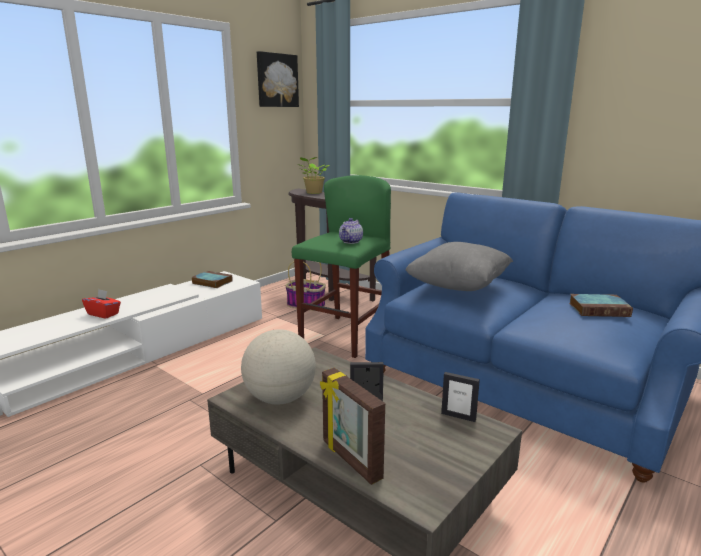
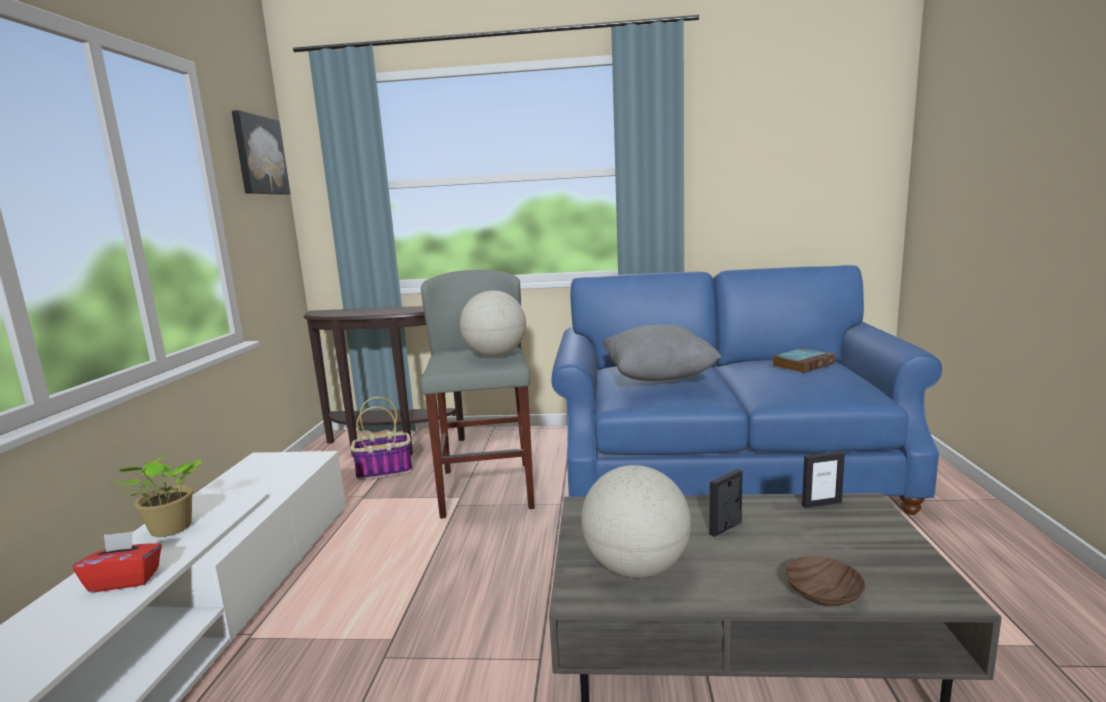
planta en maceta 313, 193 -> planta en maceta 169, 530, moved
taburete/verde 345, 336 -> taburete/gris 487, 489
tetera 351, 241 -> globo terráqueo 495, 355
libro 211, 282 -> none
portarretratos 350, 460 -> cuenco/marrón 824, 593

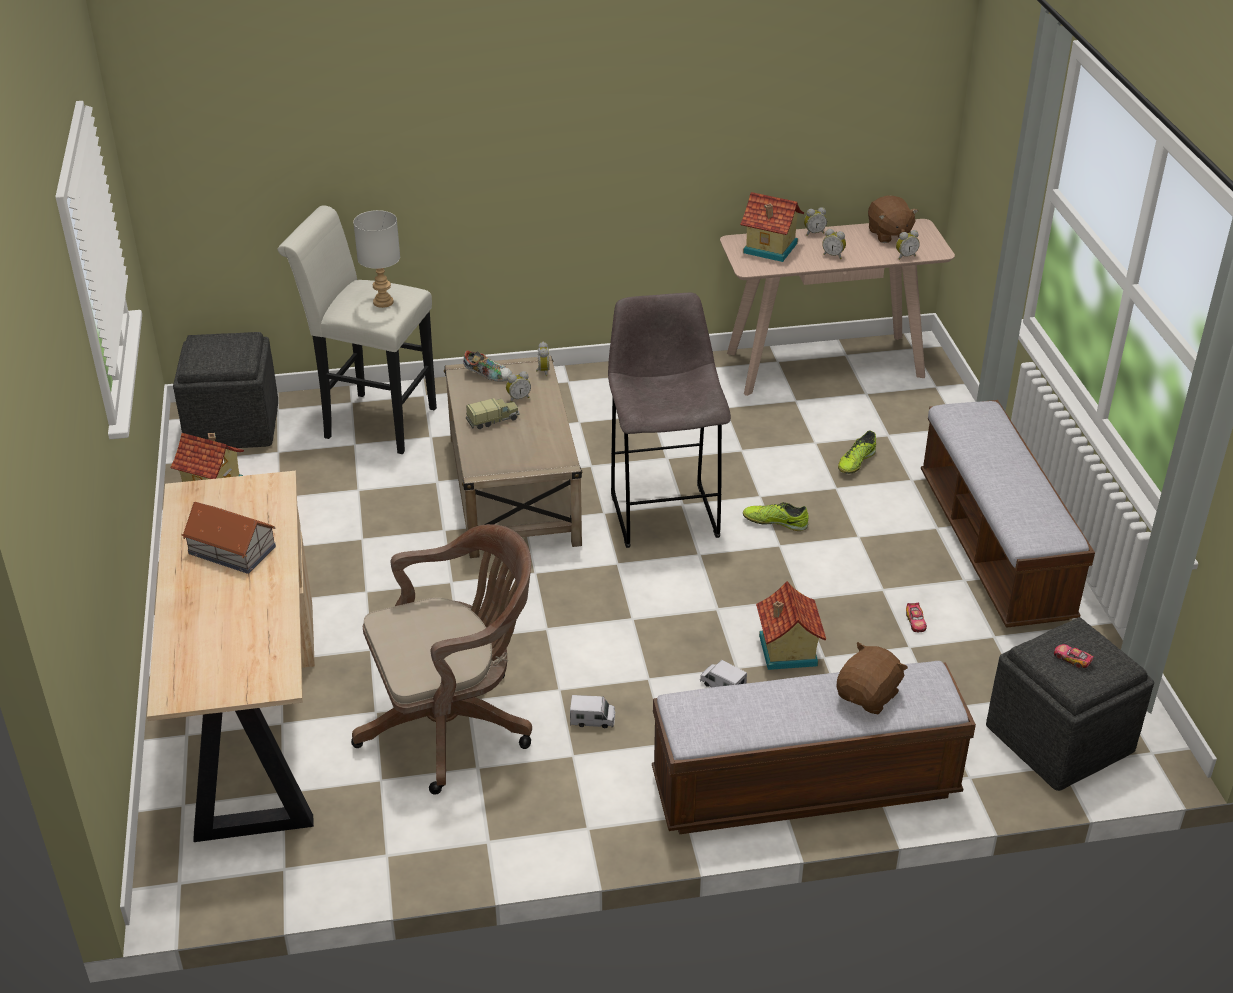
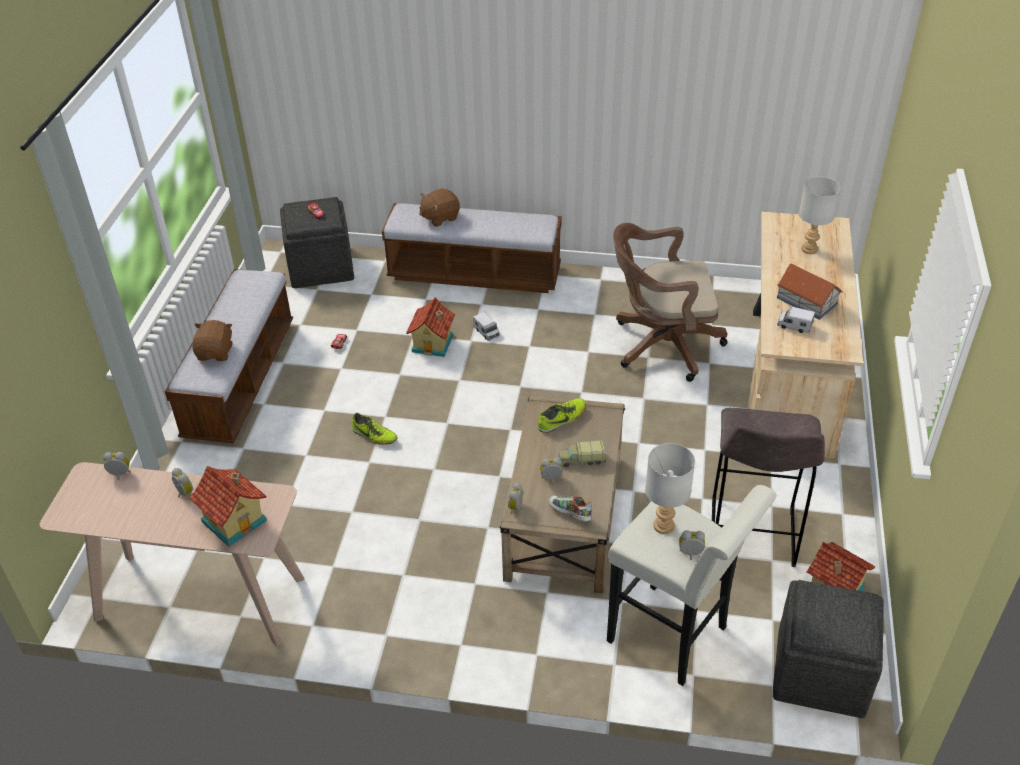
peluche/marrón 889, 234 -> peluche/marrón 216, 353, moved
despertador 814, 233 -> despertador 690, 554, moved
taburete/gris 664, 513 -> taburete/gris 752, 535, moved
zapato 856, 462 -> zapato 562, 419, moved
camión de juguete 592, 720 -> camión de juguete 794, 326, moved
none -> lámpara de mesa/gris 809, 249

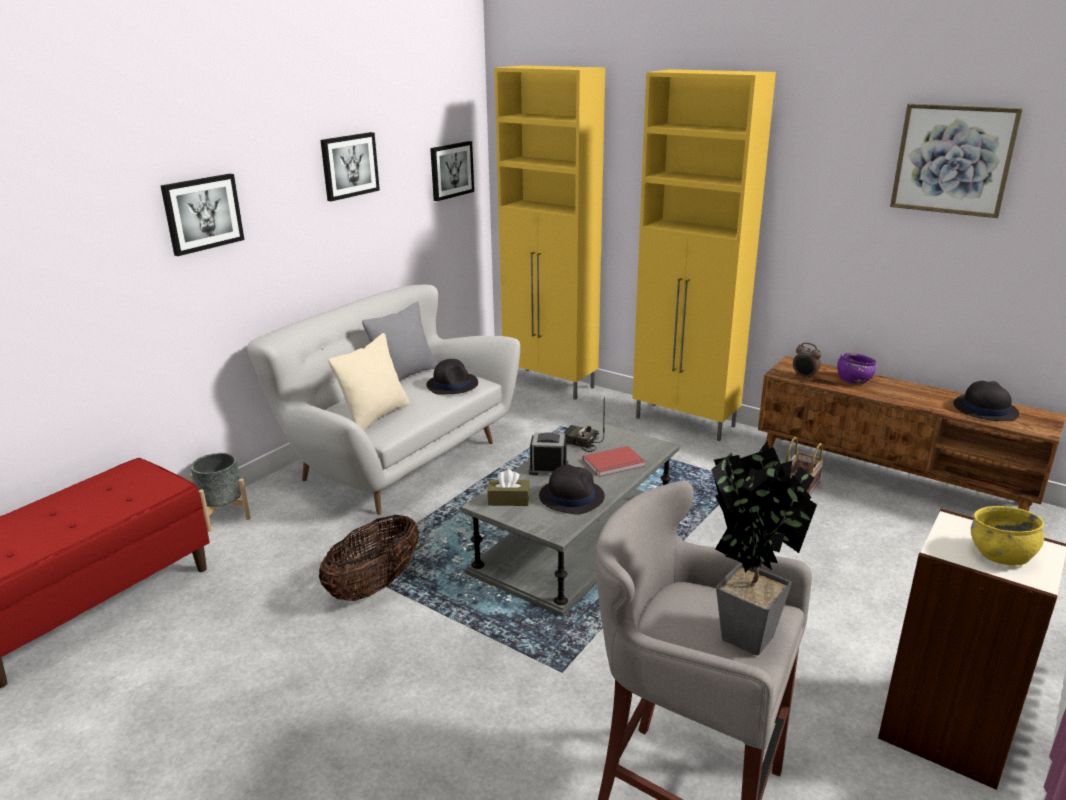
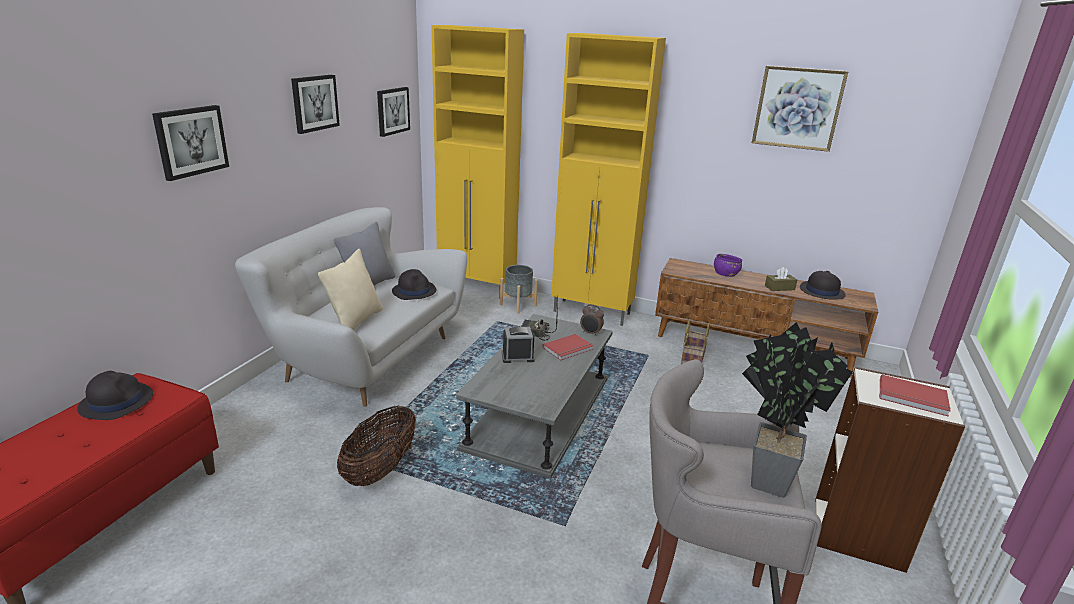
despertador 804, 376 -> despertador 590, 333, moved
maceta/gris 223, 516 -> maceta/gris 518, 305, moved
sombrero/negro 571, 496 -> sombrero/negro 116, 401, moved
caja de pañuelos/marrón 508, 500 -> caja de pañuelos/marrón 779, 288, moved
cuenco/amarillo 1001, 555 -> libro/rojo 912, 398

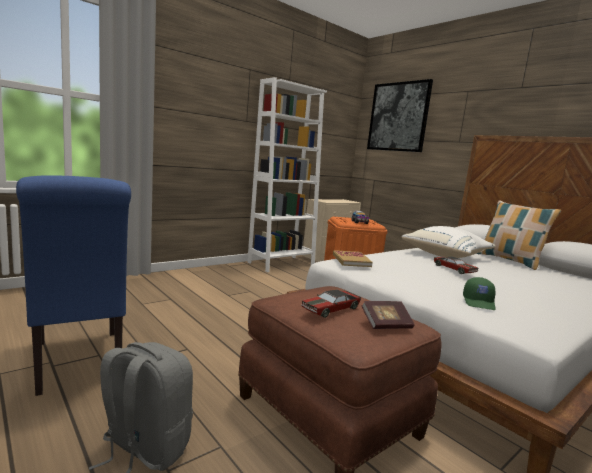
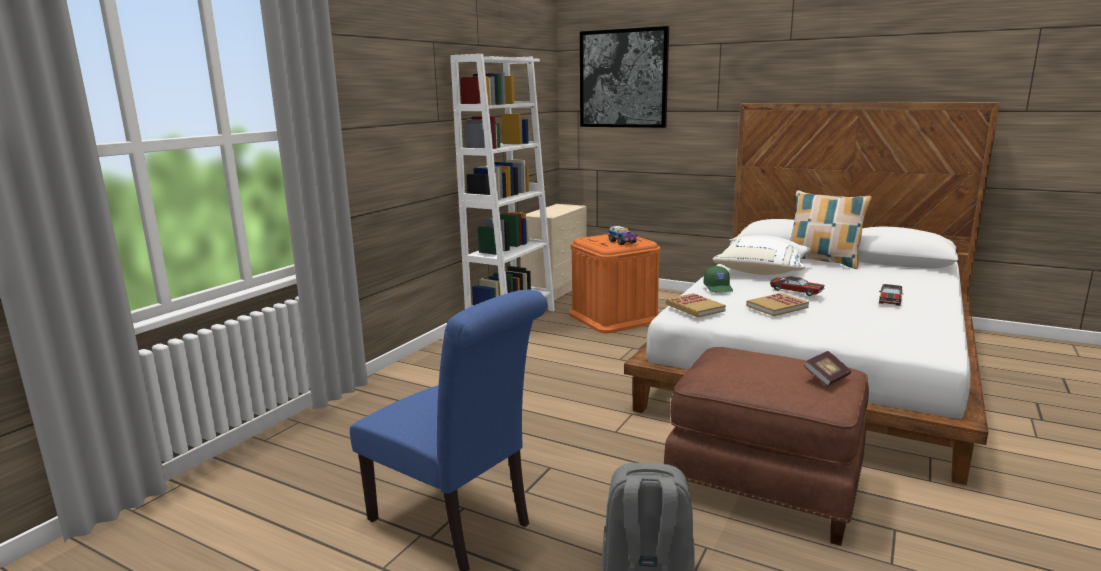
gorra/verde 479, 303 -> gorra/verde 718, 288, moved
coche de juguete 331, 309 -> coche de juguete 890, 300, moved
none -> libro 777, 307

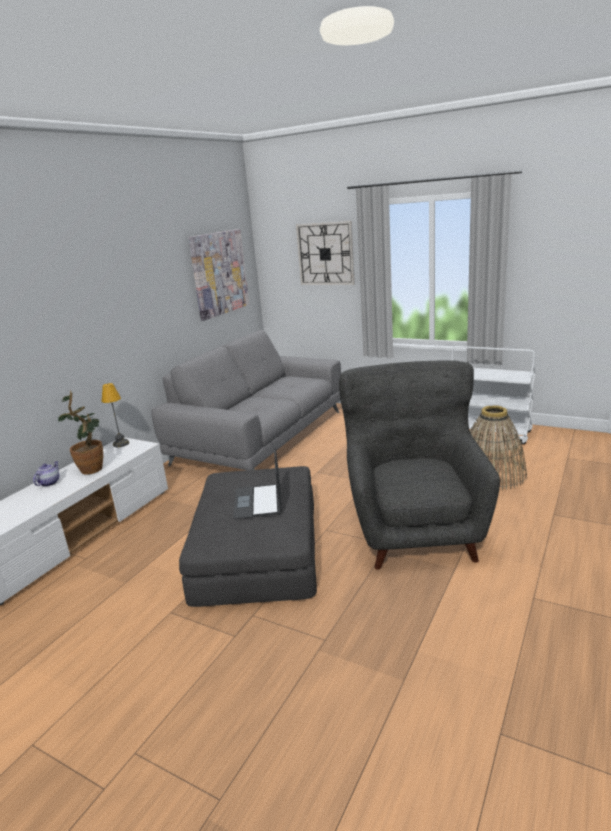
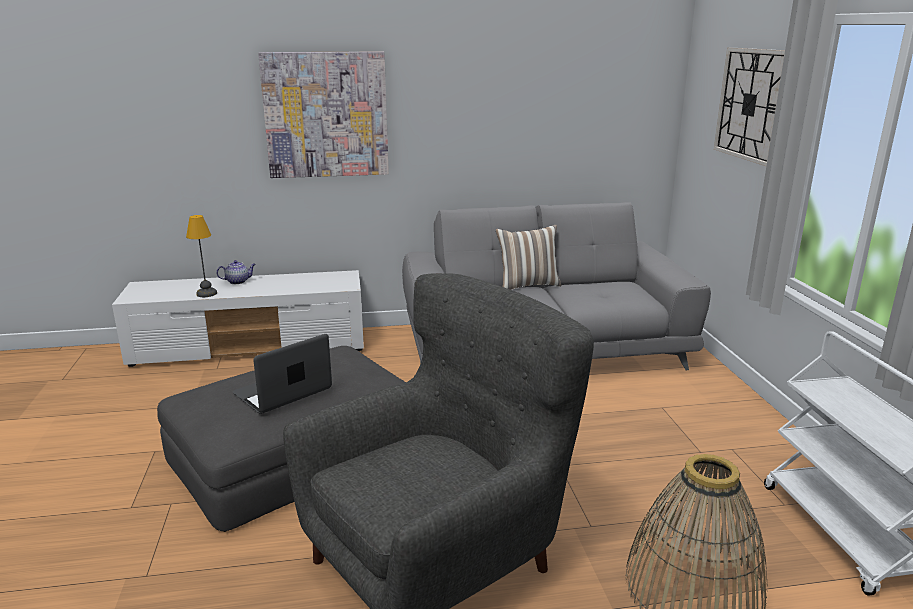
cuadro 219, 273 -> cuadro 326, 115, moved
lámpara de mesa 121, 444 -> lámpara de mesa 206, 294, moved
planta en maceta 94, 467 -> none
none -> cojín 527, 285

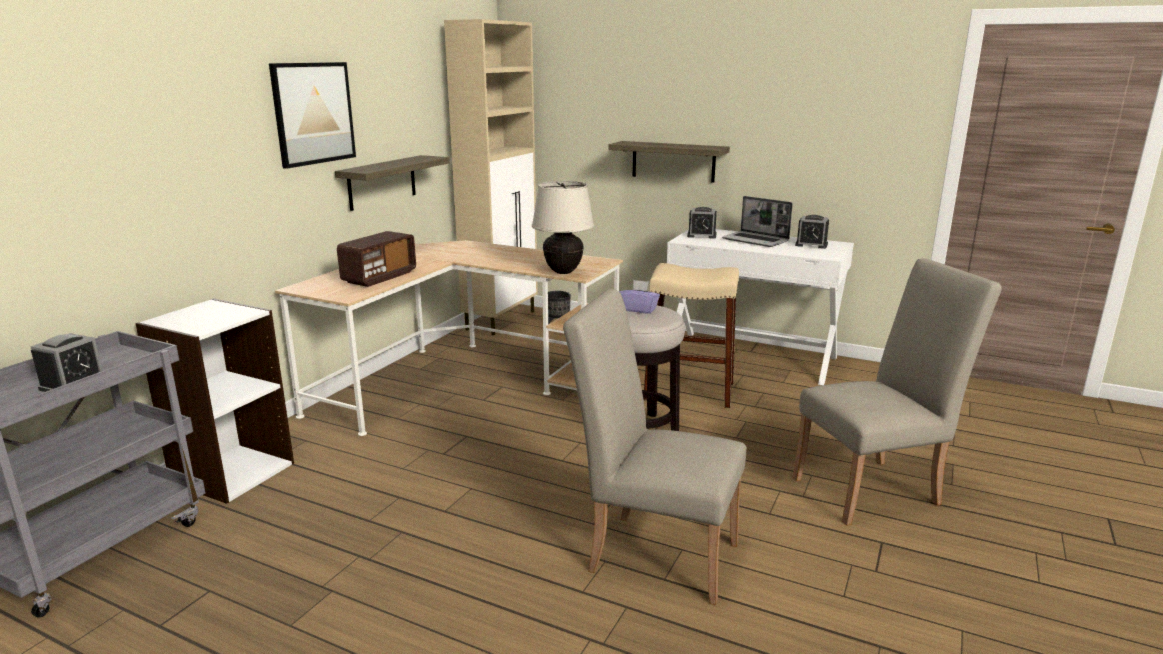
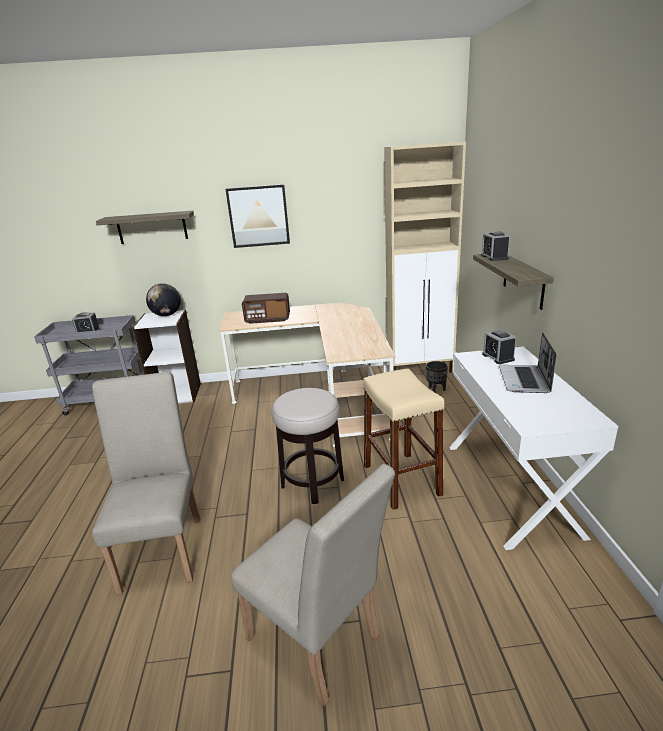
estante 382, 182 -> estante 152, 227, moved
lámpara de mesa/beis 563, 272 -> none
despertador 811, 245 -> despertador 494, 257, moved
caja de pañuelos/morado 638, 309 -> none
none -> globo terráqueo 166, 315

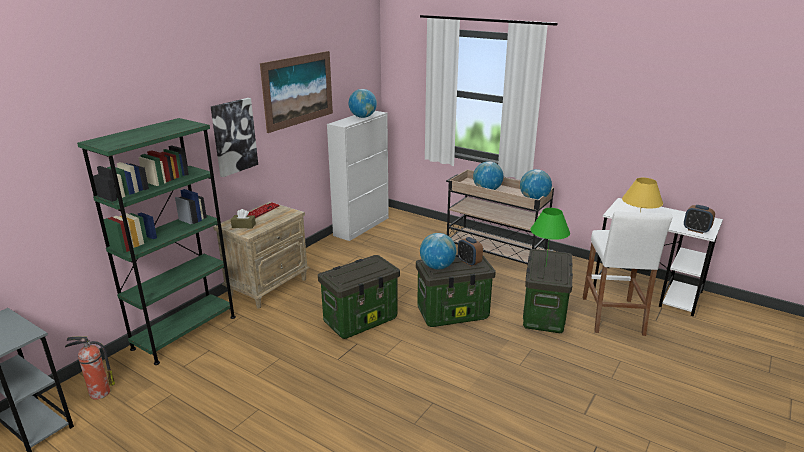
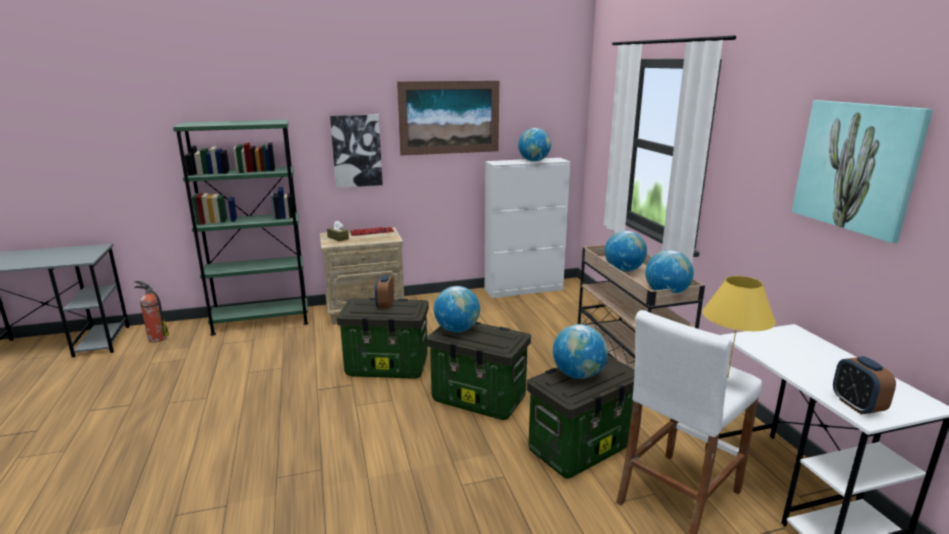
lámpara de mesa/verde 545, 266 -> globo terráqueo 578, 374
despertador 469, 262 -> despertador 385, 305, moved
none -> cuadro 855, 167

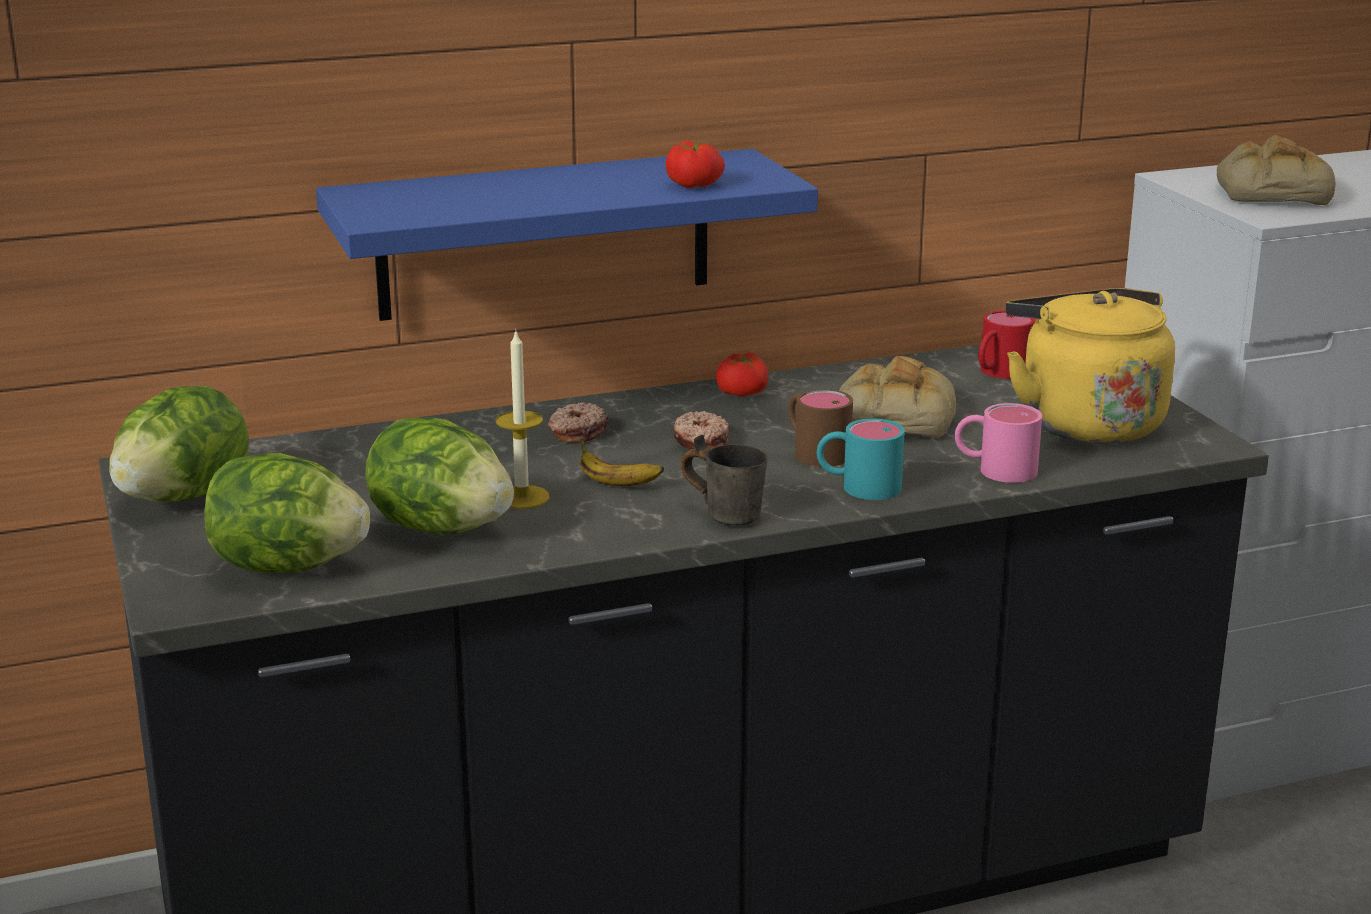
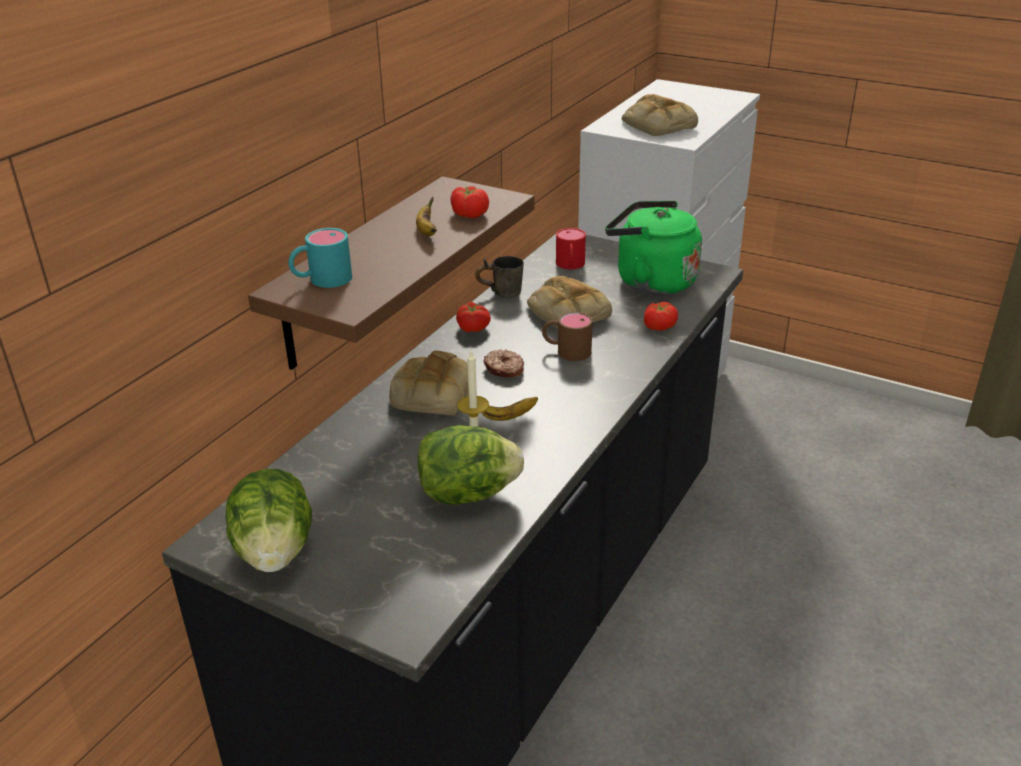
estante/azul 544, 234 -> estante/marrón 360, 272
hervidor/amarillo 1085, 422 -> hervidor/verde 650, 281
rosquilla 577, 432 -> pan 431, 392
taza grande/rosa 994, 469 -> tomate 658, 326
taza grande/turquesa 858, 486 -> taza grande/turquesa 321, 280, moved
taza grande/gris 727, 512 -> taza grande/gris 501, 292, moved
lechuga 287, 567 -> none
none -> plátano 426, 231

